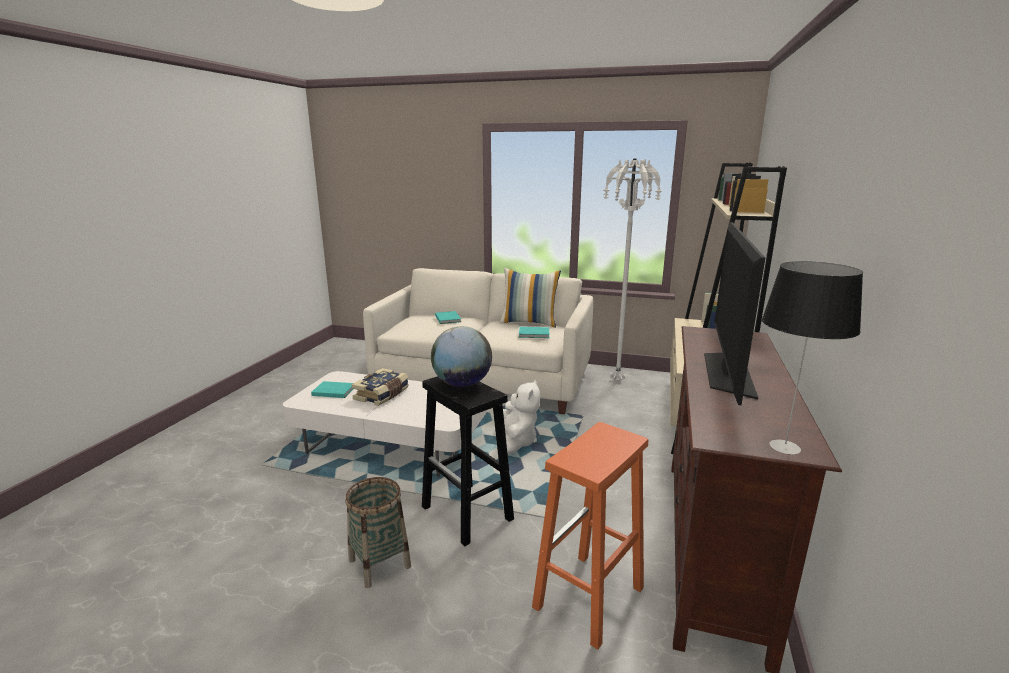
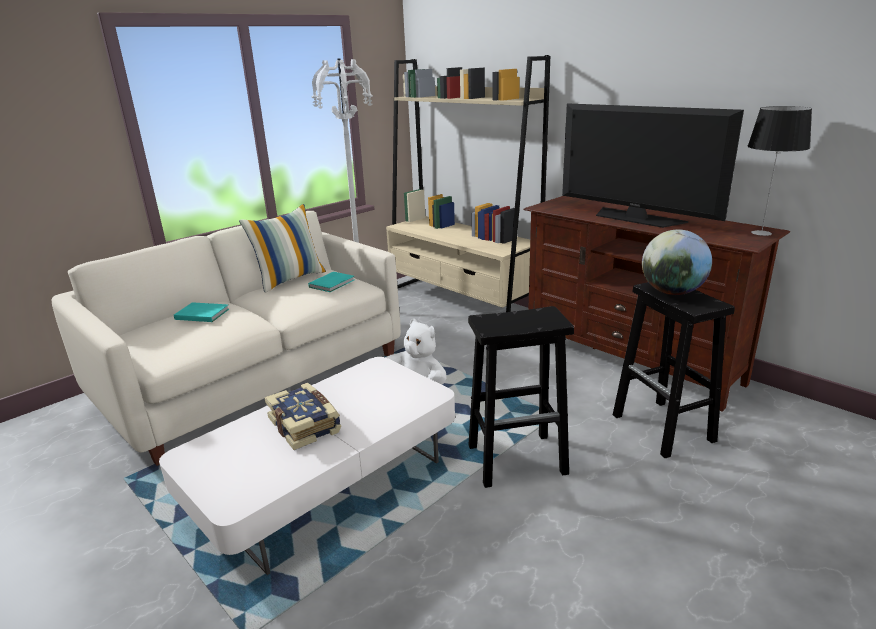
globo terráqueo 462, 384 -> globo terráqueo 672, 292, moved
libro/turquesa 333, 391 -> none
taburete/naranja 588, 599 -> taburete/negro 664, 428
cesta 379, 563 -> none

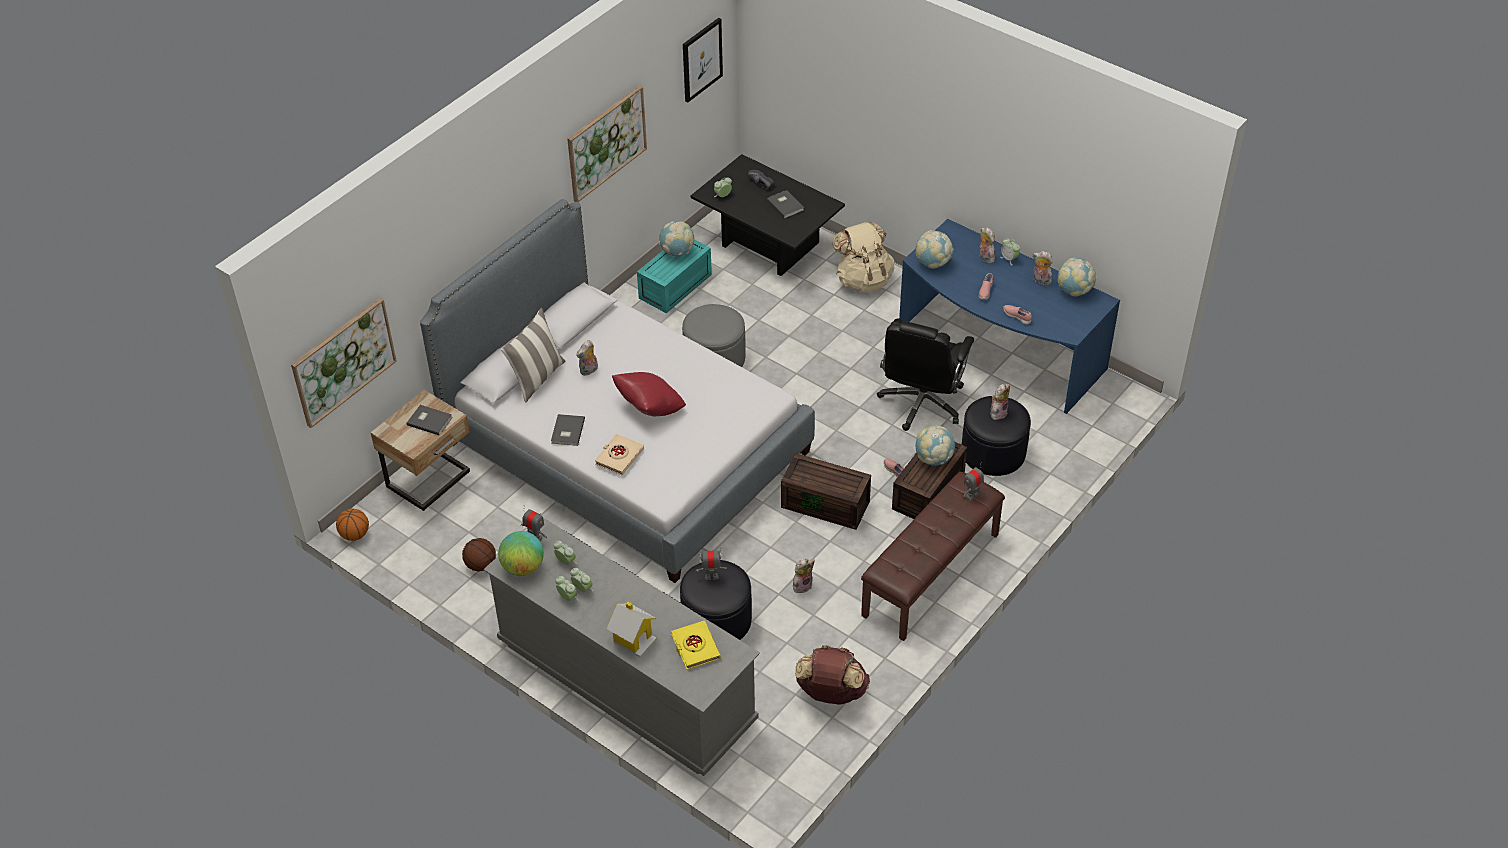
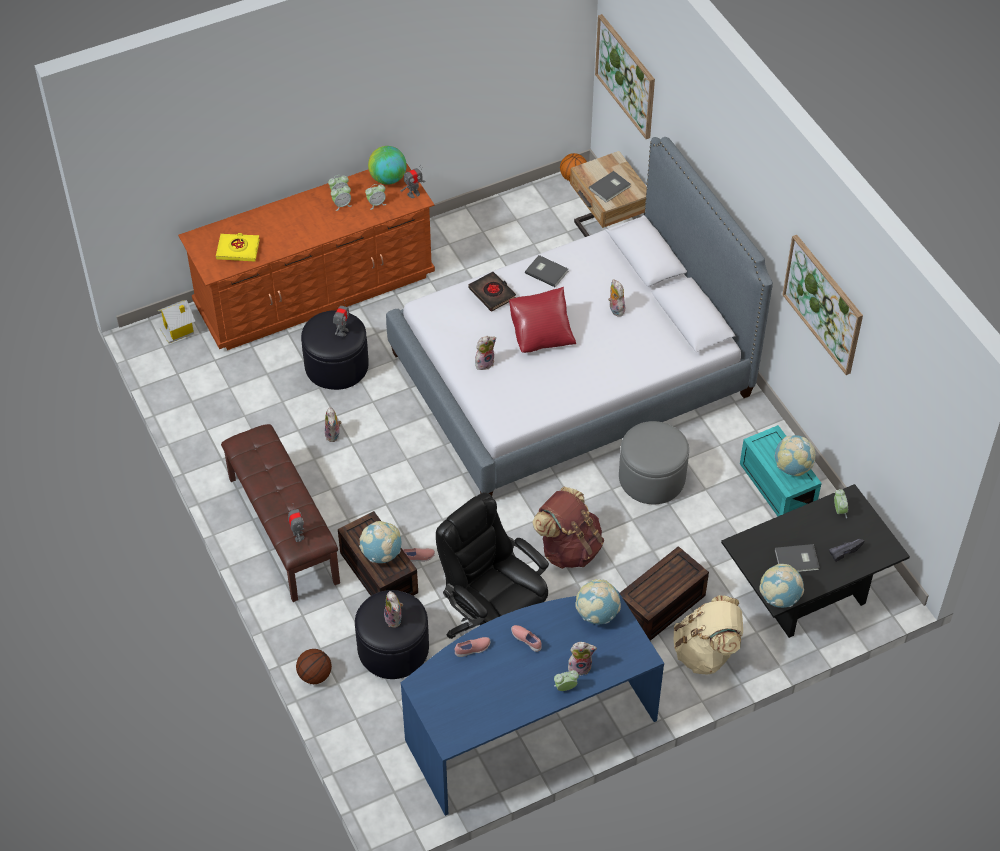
cuadro 701, 59 -> none
peluche 1040, 280 -> peluche 484, 362, moved
globo terráqueo 1074, 291 -> globo terráqueo 779, 598, moved
cojín 536, 378 -> none
libro/beis 619, 457 -> libro/negro 492, 293
caja de almacenaje/marrón 827, 503 -> caja de almacenaje/marrón 661, 608, moved
cómoda/gris 626, 682 -> cómoda/marrón 315, 291
balón de baloncesto 481, 565 -> balón de baloncesto 314, 675, moved
casita 633, 639 -> casita 178, 330, moved
mochila/marrón 831, 693 -> mochila/marrón 569, 548, moved

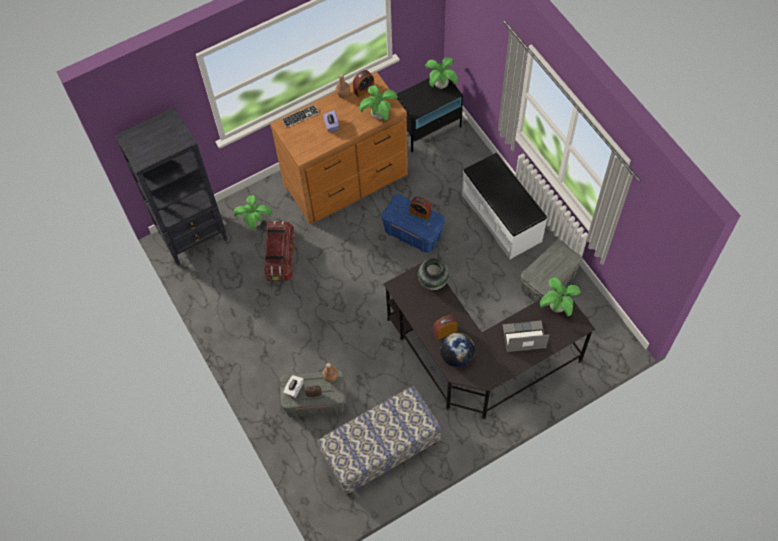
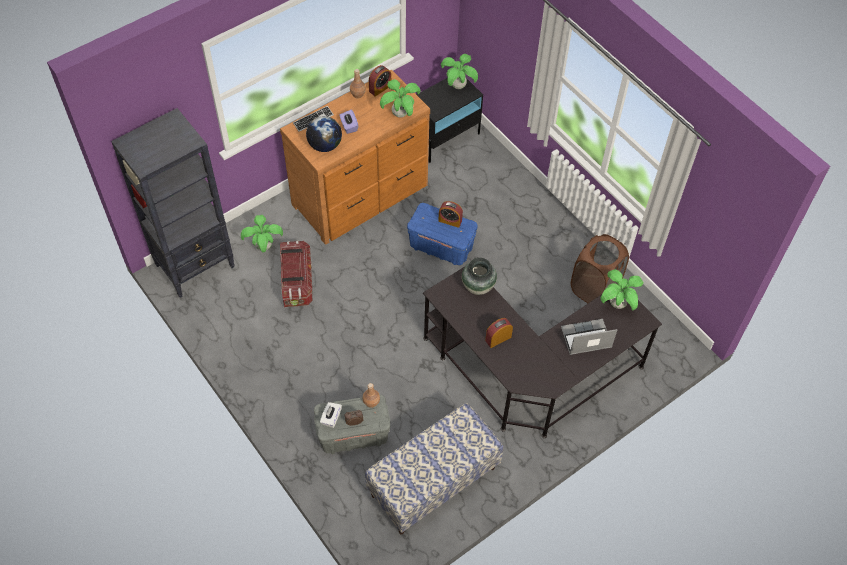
banco/blanco 502, 217 -> none
caja de almacenaje/gris 547, 283 -> cesto de la ropa/marrón 594, 288
globo terráqueo 456, 356 -> globo terráqueo 325, 145, moved

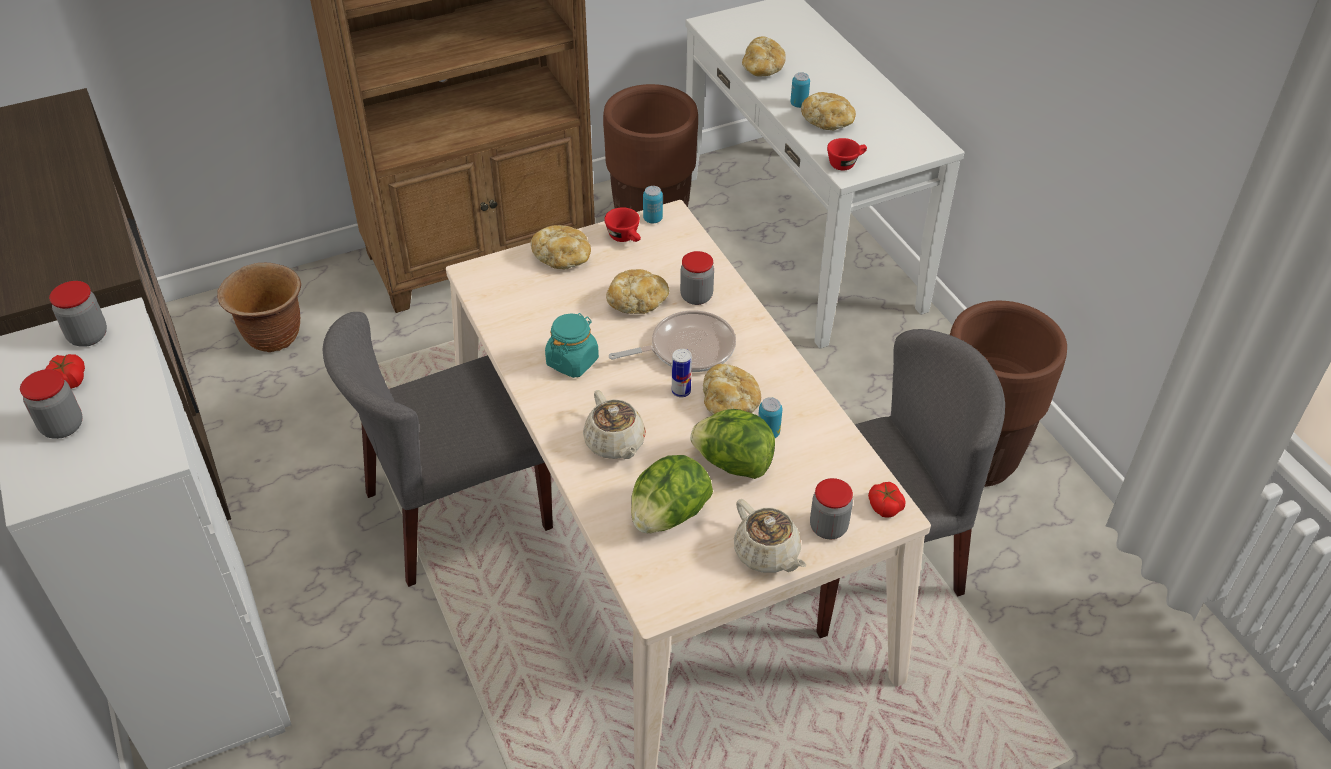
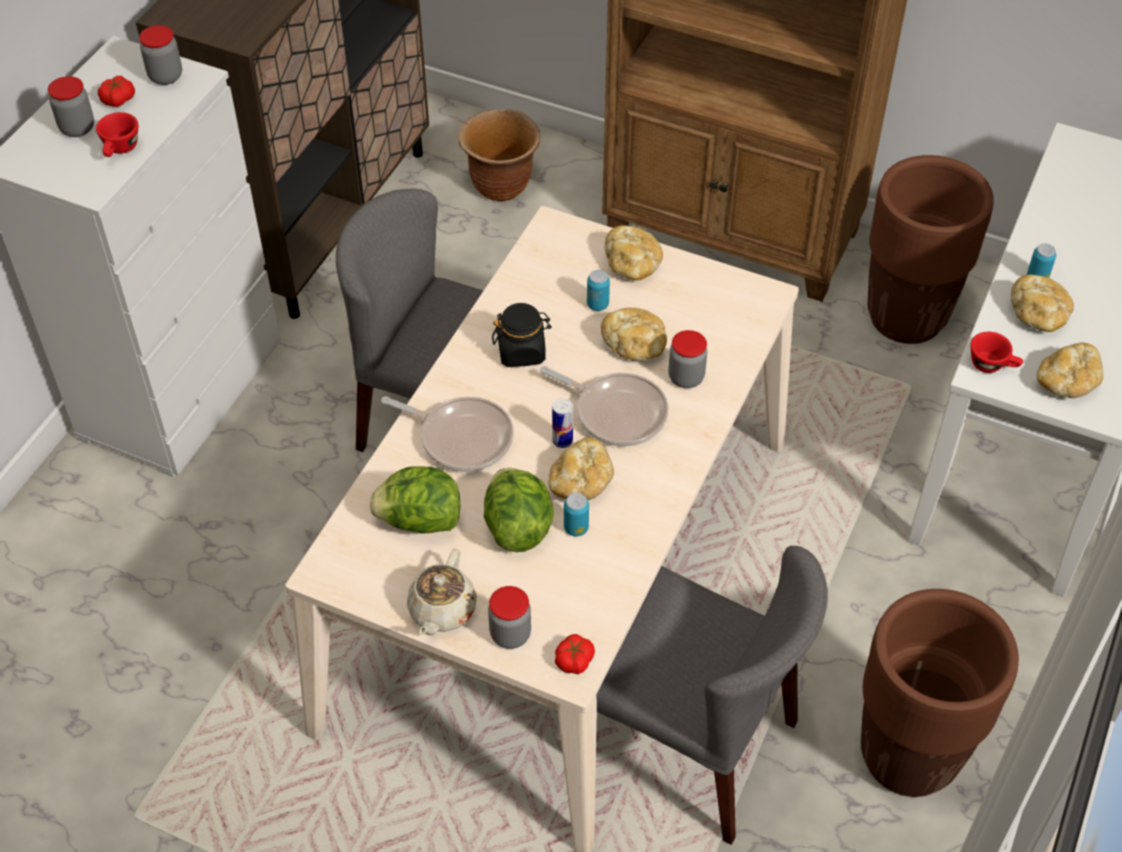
pan 762, 69 -> pan 1067, 382, moved
lata 652, 219 -> lata 597, 305, moved
taza/rojo 626, 238 -> taza/rojo 120, 150, moved
tarro/turquesa 572, 361 -> tarro/negro 522, 351
tetera/beis 615, 443 -> sartén 461, 437

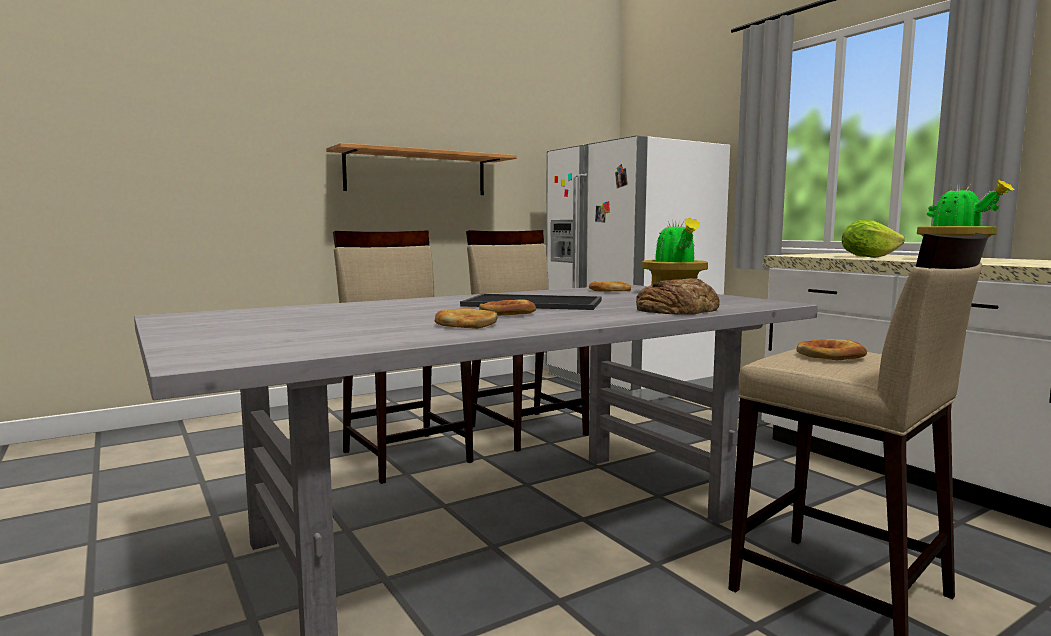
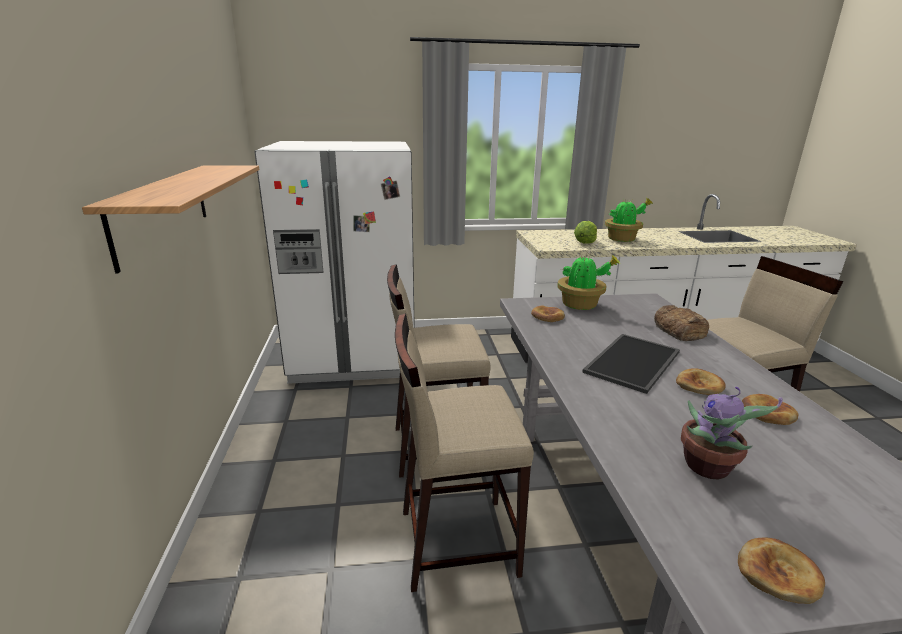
pan 830, 356 -> pan 778, 574, moved
none -> planta en maceta 708, 468

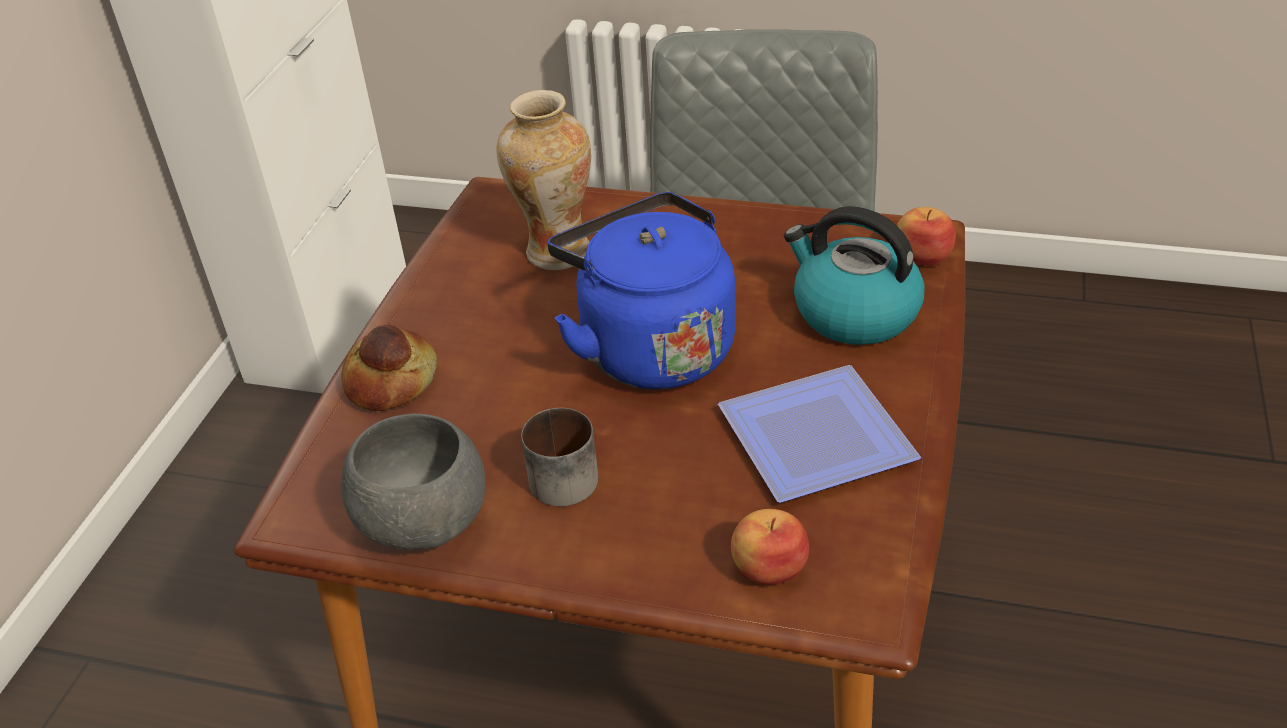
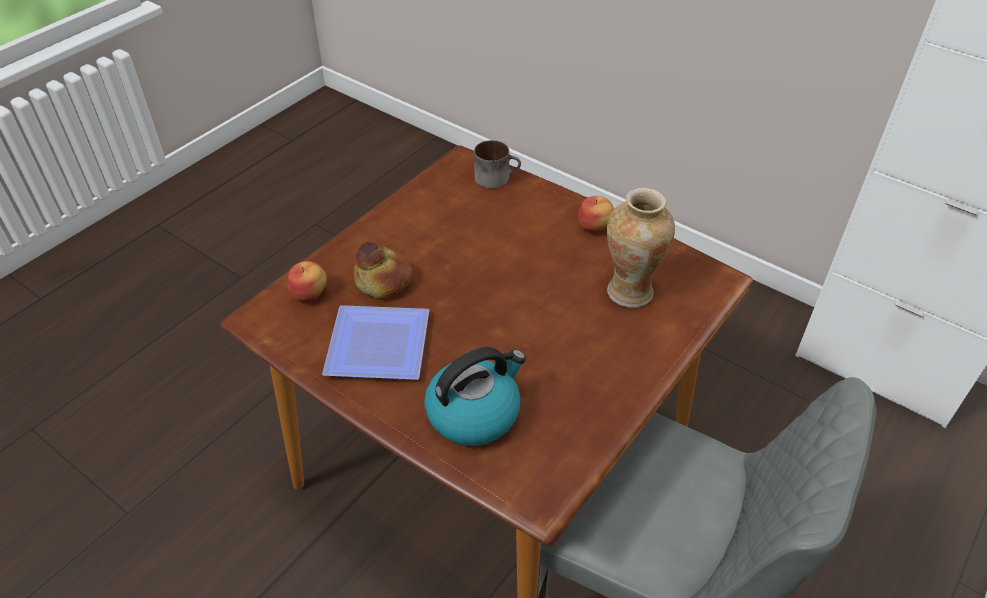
hervidor/azul 651, 347 -> none
manzana 923, 256 -> manzana 595, 227, moved
pan 392, 382 -> pan 382, 281, moved
taza grande 557, 475 -> taza grande 496, 177, moved
cuenco/gris 423, 526 -> none

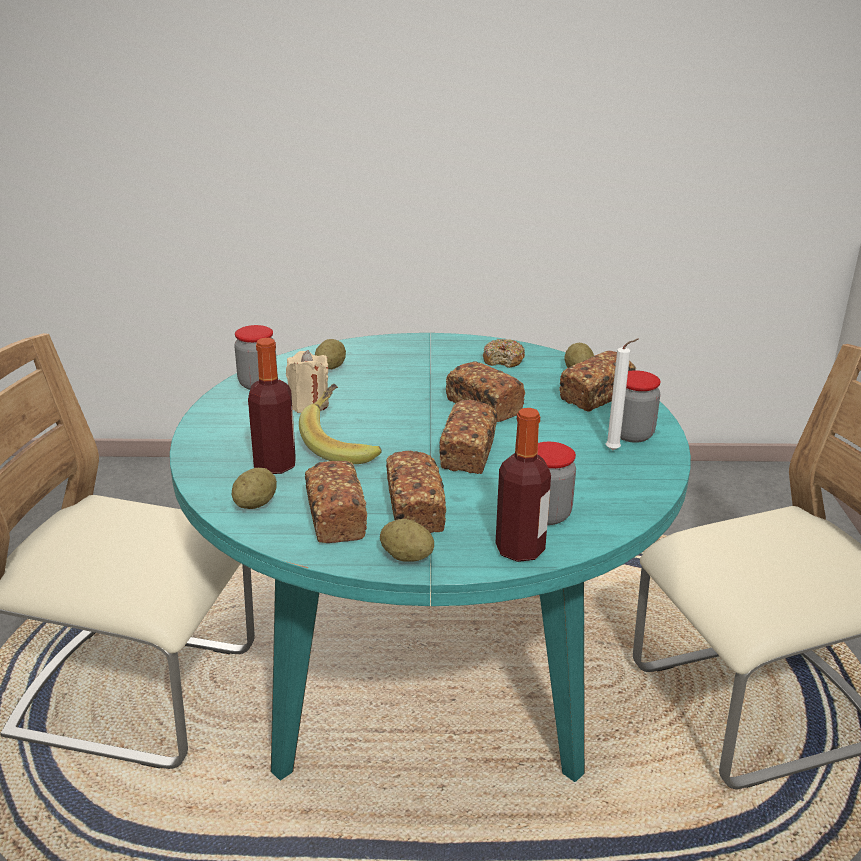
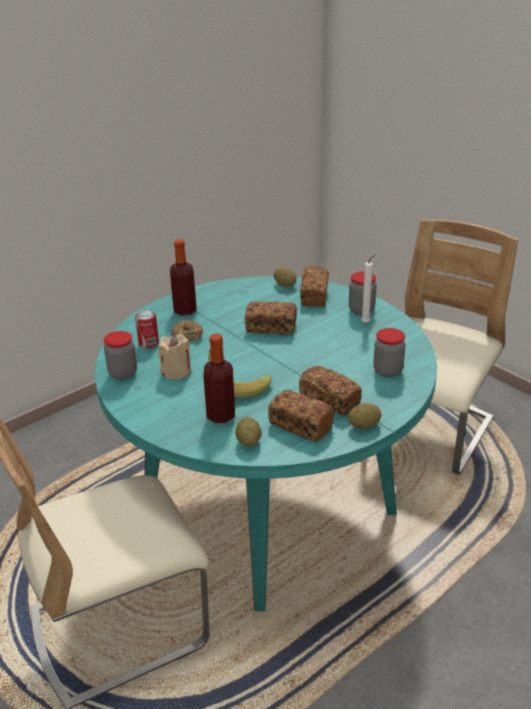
patata 330, 367 -> lata 148, 343
rosquilla 503, 360 -> rosquilla 187, 336, moved
pan 468, 453 -> none
botella 520, 549 -> botella 185, 310, moved

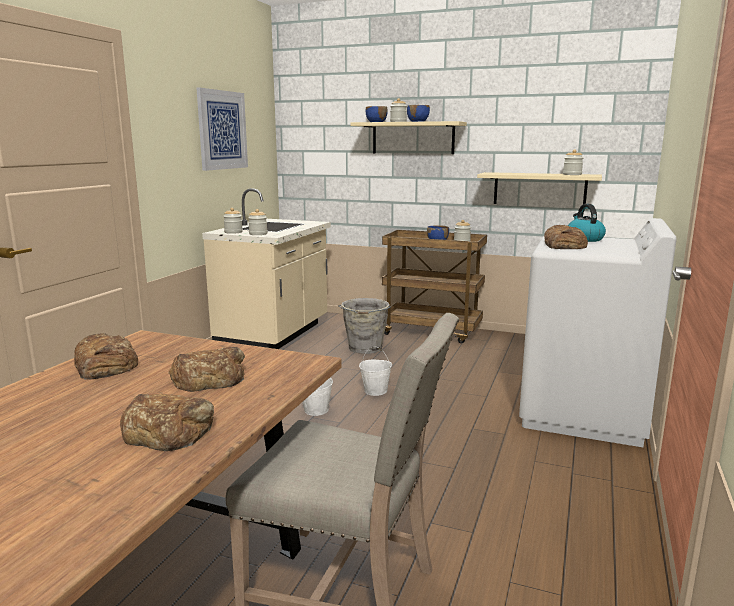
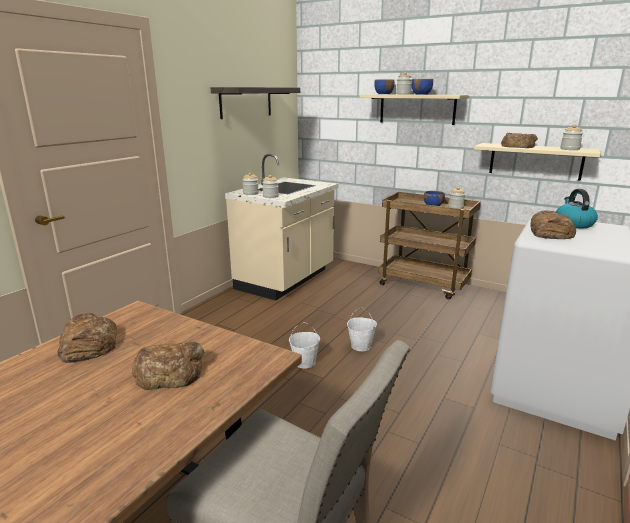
cuadro 222, 130 -> estante 246, 102
cubo/gris 365, 348 -> none
pan 169, 430 -> pan 518, 146, moved

